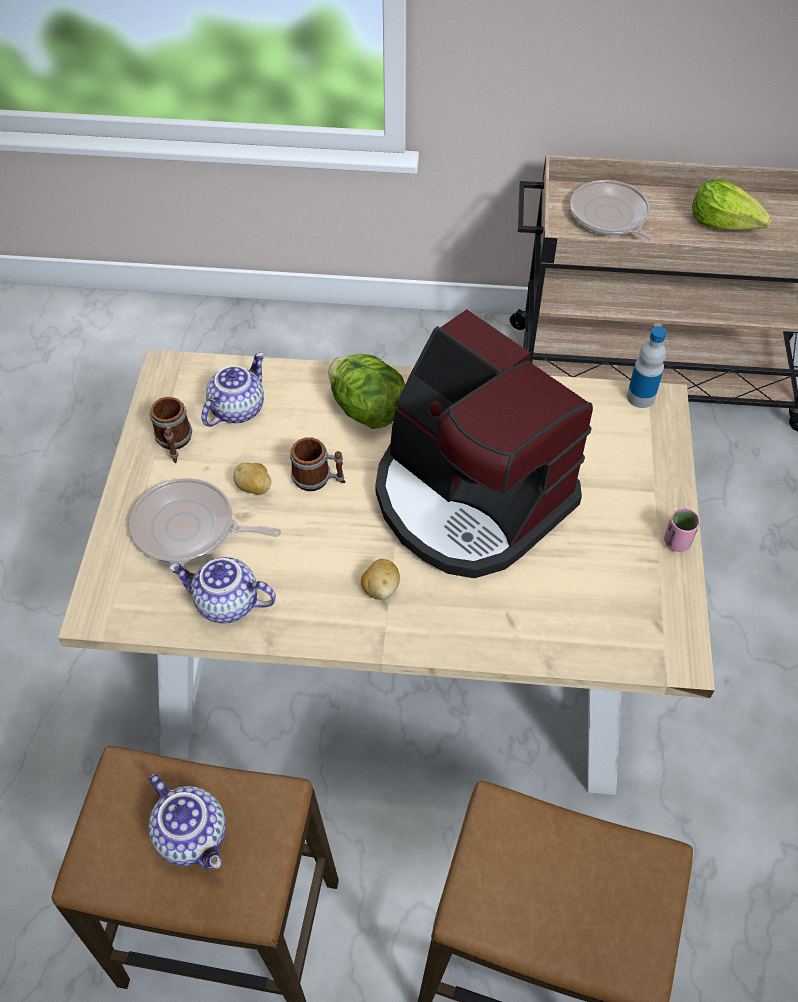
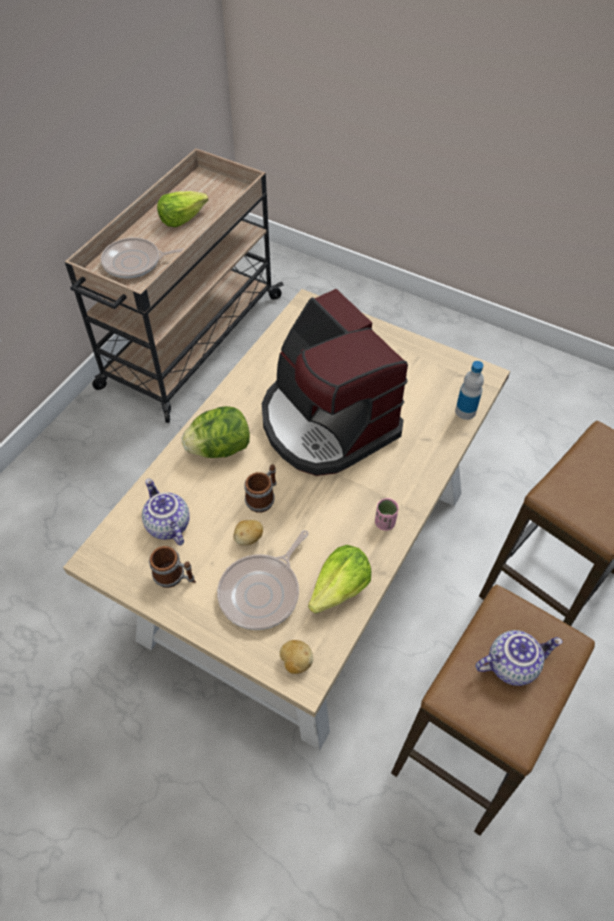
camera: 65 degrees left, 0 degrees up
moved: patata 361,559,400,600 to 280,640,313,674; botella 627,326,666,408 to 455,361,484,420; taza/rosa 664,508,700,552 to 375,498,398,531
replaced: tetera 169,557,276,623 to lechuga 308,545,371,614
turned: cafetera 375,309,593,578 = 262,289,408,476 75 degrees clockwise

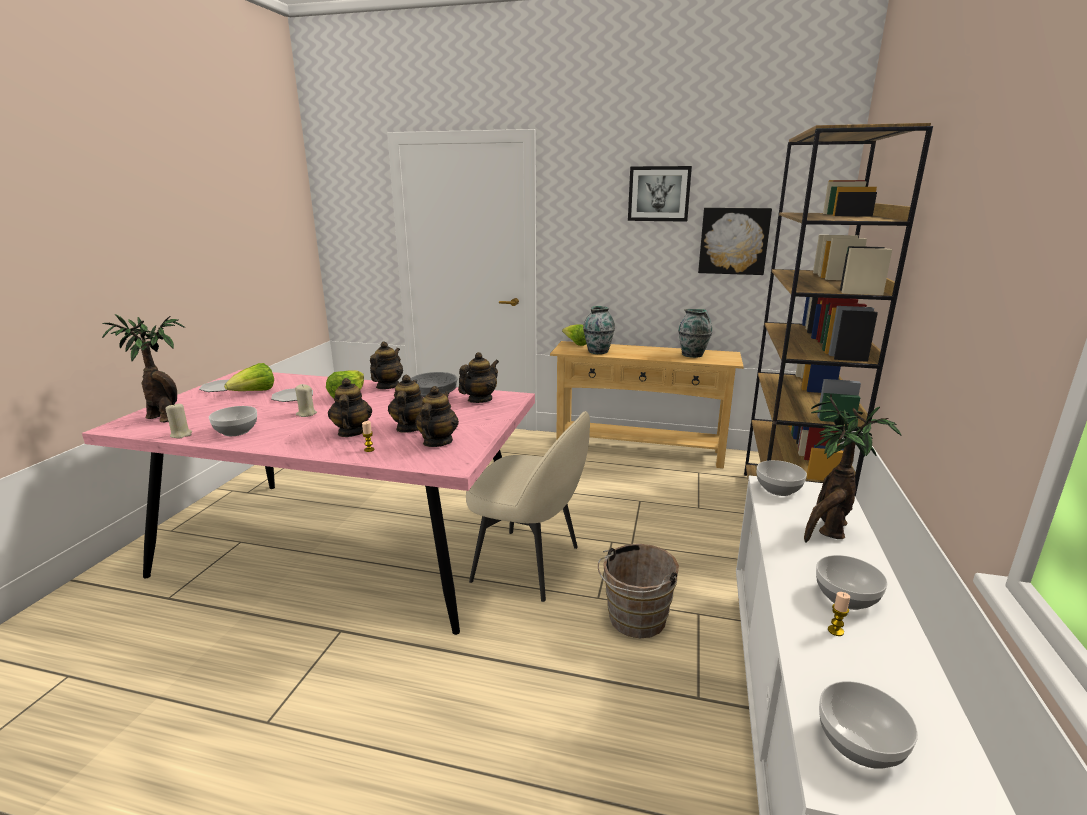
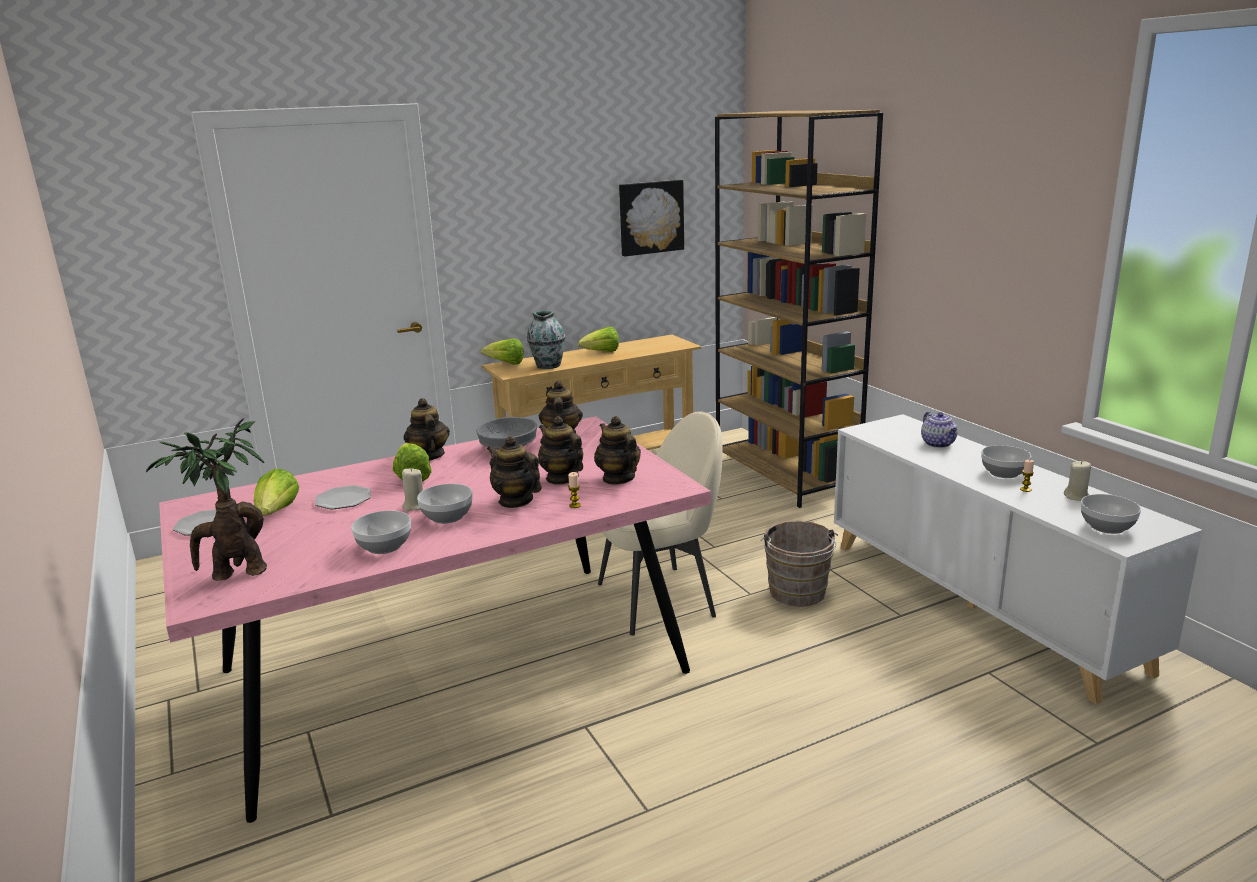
camera: 40 degrees left, 0 degrees up
removed: cuadro 628,166,692,222; florero 678,309,712,358
added: lechuga 578,327,619,352
moved: vela/beis 166,404,192,438 to 1064,461,1091,501; cuenco 757,460,807,496 to 417,484,472,524
replaced: planta en maceta 804,394,902,543 to tetera 921,412,957,448

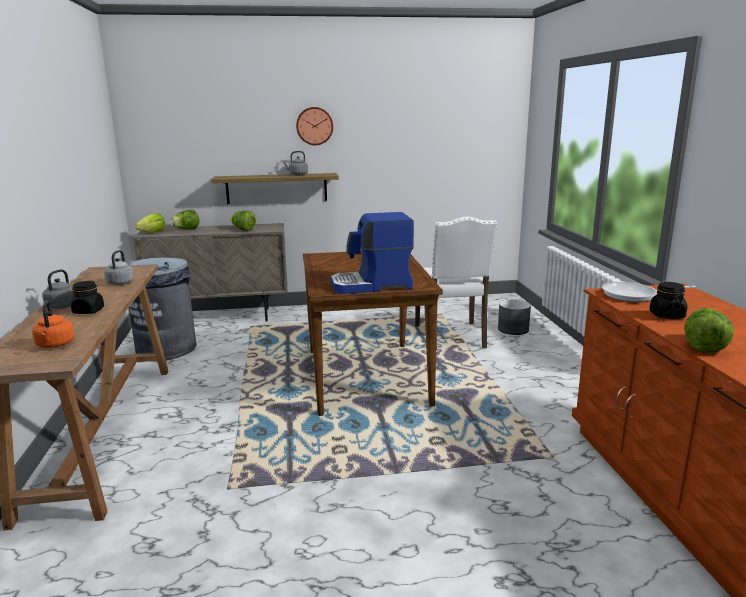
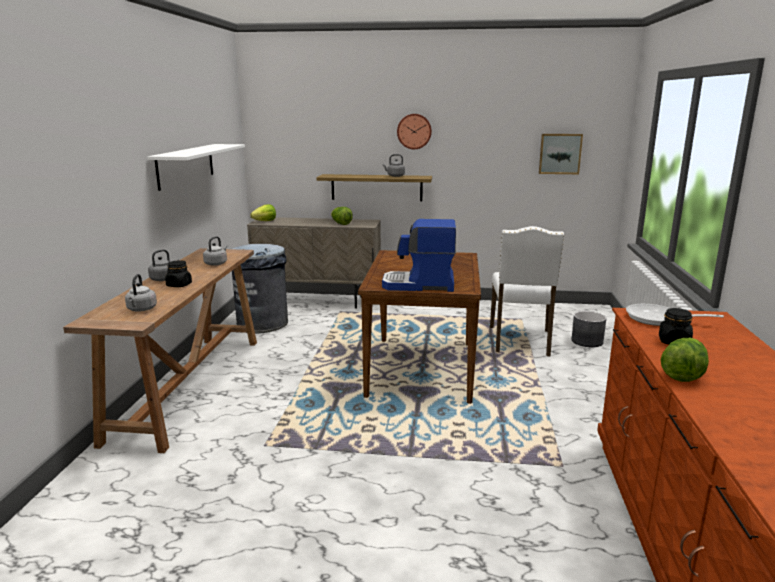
camera: 15 degrees right, 0 degrees up
removed: lechuga 170,210,200,229
added: estante/blanco 148,144,245,191; cuadro 539,134,583,174
recoloured: hervidor/naranja 32,300,75,348 to hervidor/gris 125,274,157,311

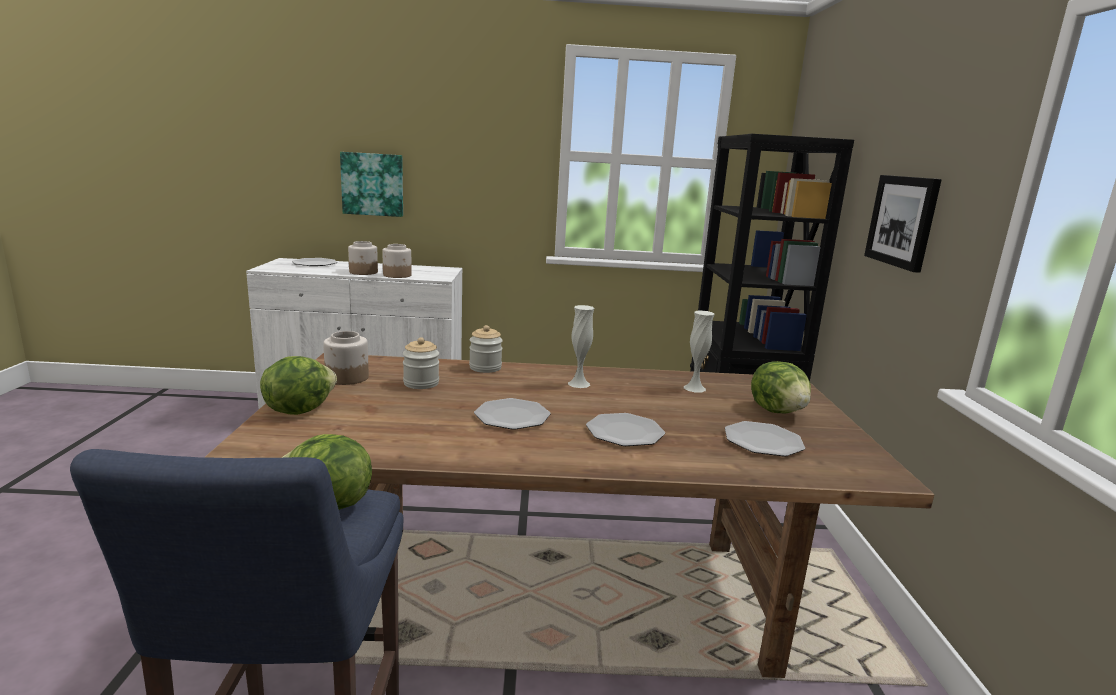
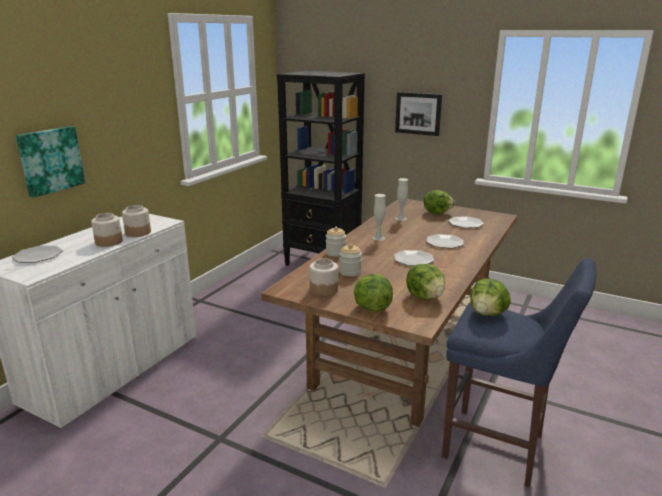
camera: 60 degrees left, 5 degrees up
added: lechuga 406,264,445,300

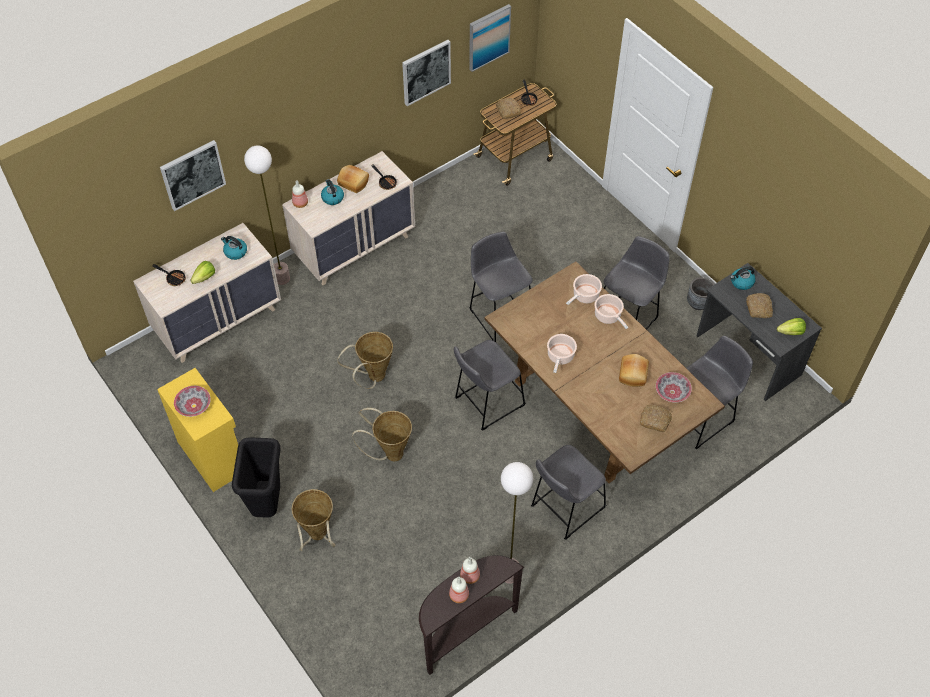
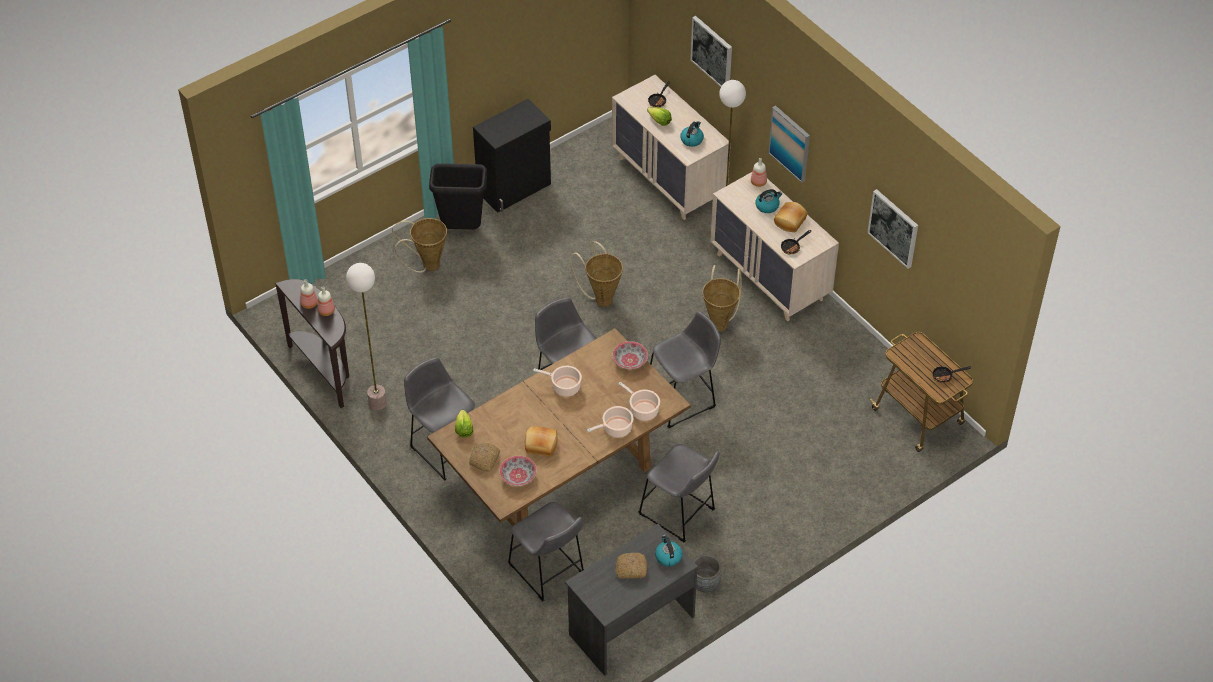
camera: 90 degrees right, 5 degrees down
removed: pan 496,98,521,119
moved: cuenco 174,386,211,417 to 612,341,648,369; cesta 352,408,412,461 to 702,265,742,332; cuadro 470,4,511,72 to 768,105,810,183; lechuga 777,318,806,335 to 455,410,473,438
recoloured: armario/amarillo 157,368,238,492 to armario/negro 473,99,551,213

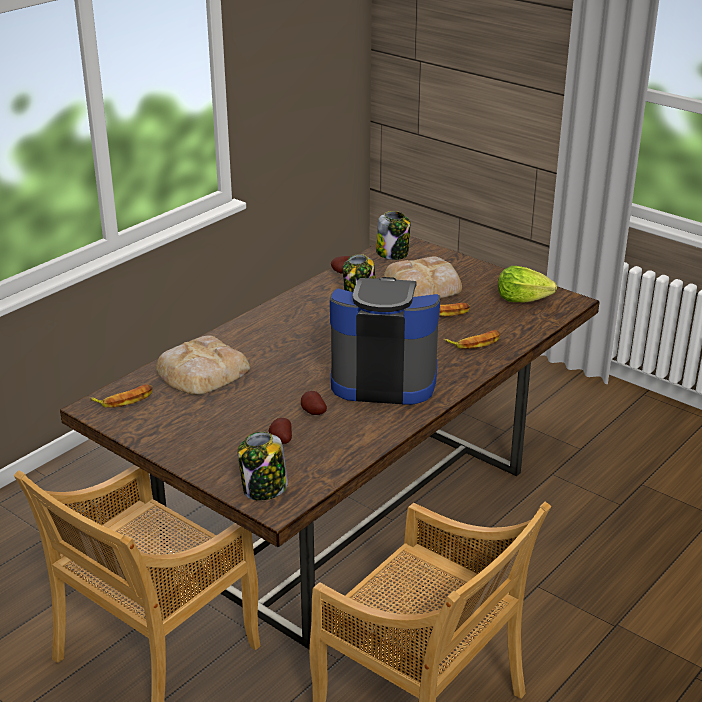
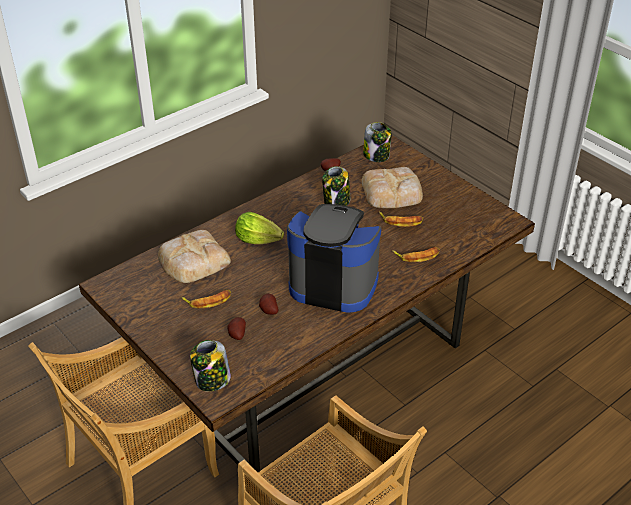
camera: 10 degrees right, 10 degrees up
moved: plátano 89,384,153,408 to 181,290,231,309; lechuga 498,266,557,303 to 235,212,284,244

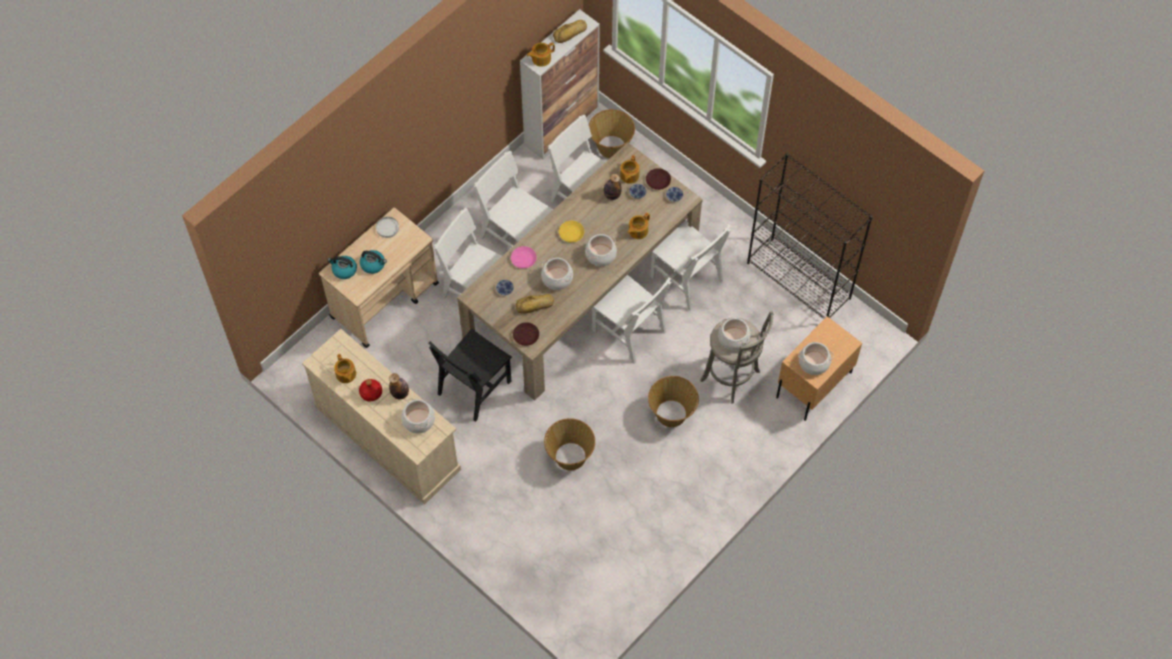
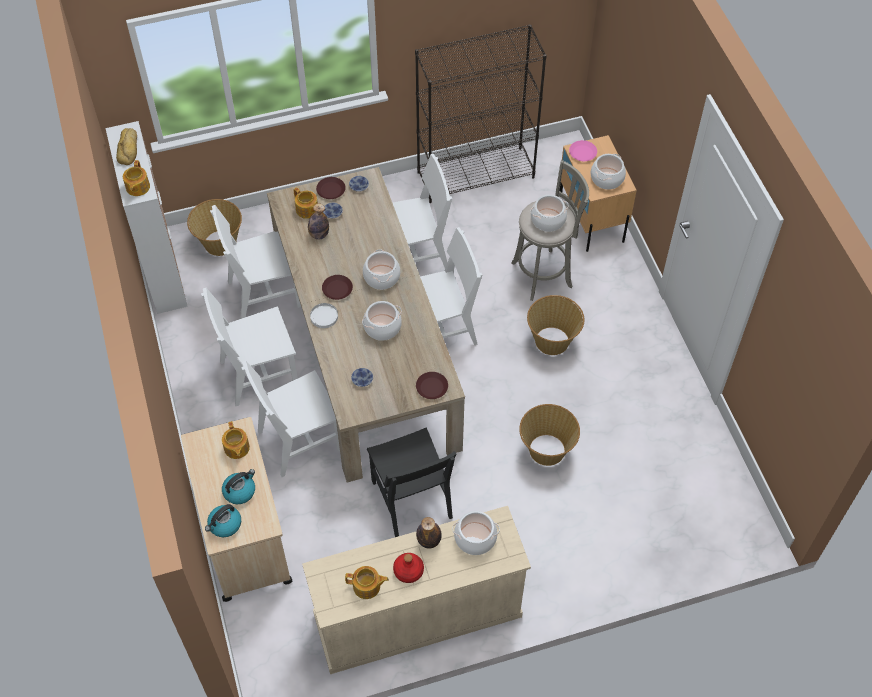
camera: 60 degrees left, 5 degrees down
removed: pan 516,294,554,314
moved: plato/blanco 376,217,399,238 to 310,303,338,328; plato/rosa 511,246,537,269 to 569,140,597,161; tetera 628,213,650,239 to 222,421,250,459
recoloured: plato/amarillo 559,221,584,243 to plato/marrón 322,275,353,300

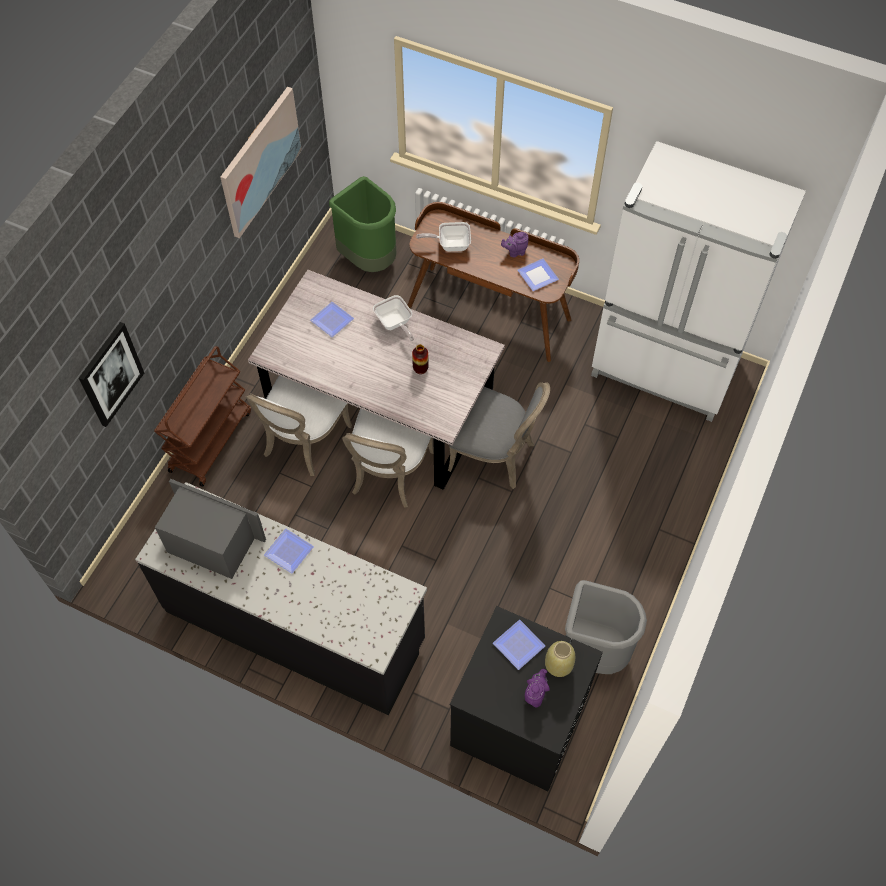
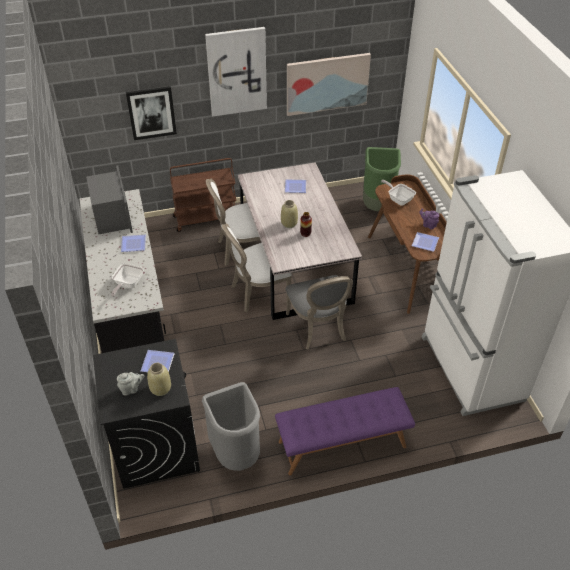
camera: 50 degrees right, 15 degrees down
added: cuadro 205,27,267,116; banco/morado 275,387,415,475; florero/beis 281,200,298,228
moved: sartén 373,295,414,341 to 111,263,143,297
recoloured: tetera/morado 525,669,550,708 to tetera/gris 117,372,144,396

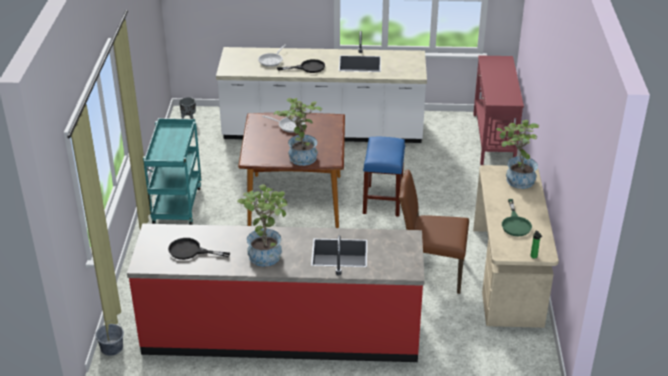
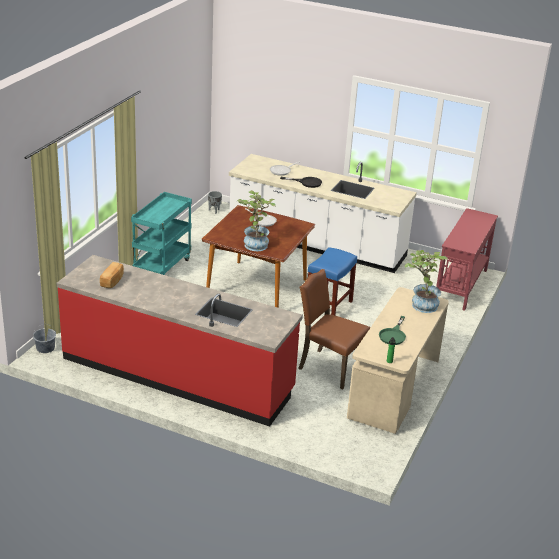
camera: 20 degrees right, 5 degrees down
removed: planta en maceta 237,184,288,266
replaced: sartén/negro 168,238,230,260 to pan 100,262,124,288

